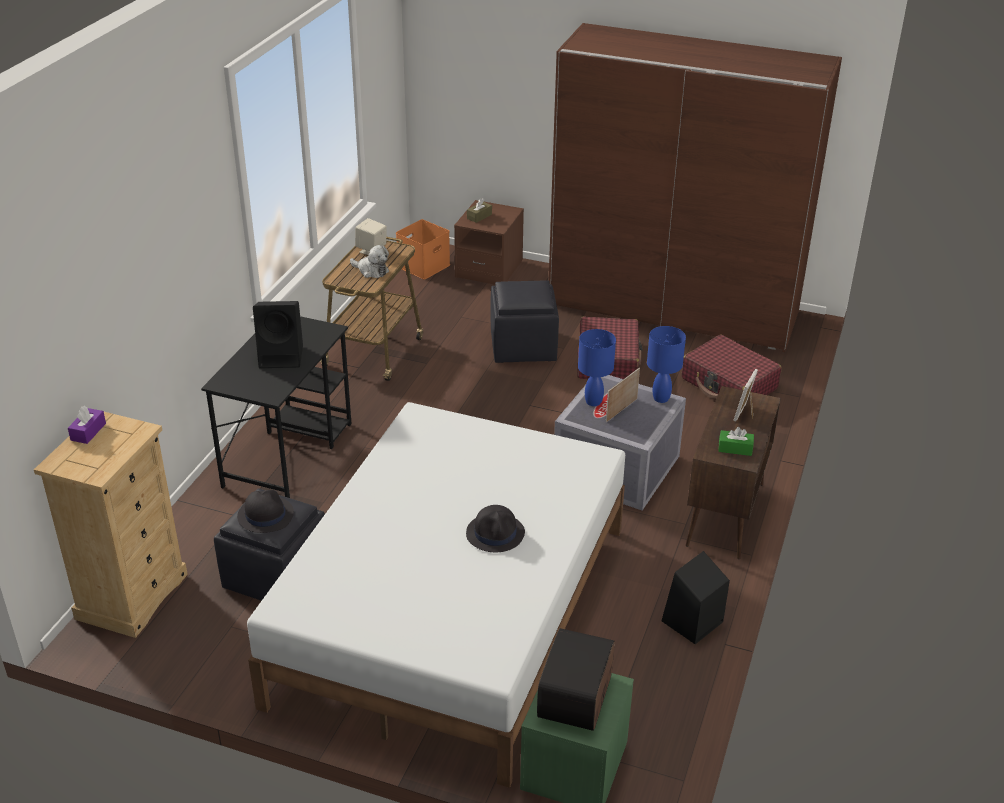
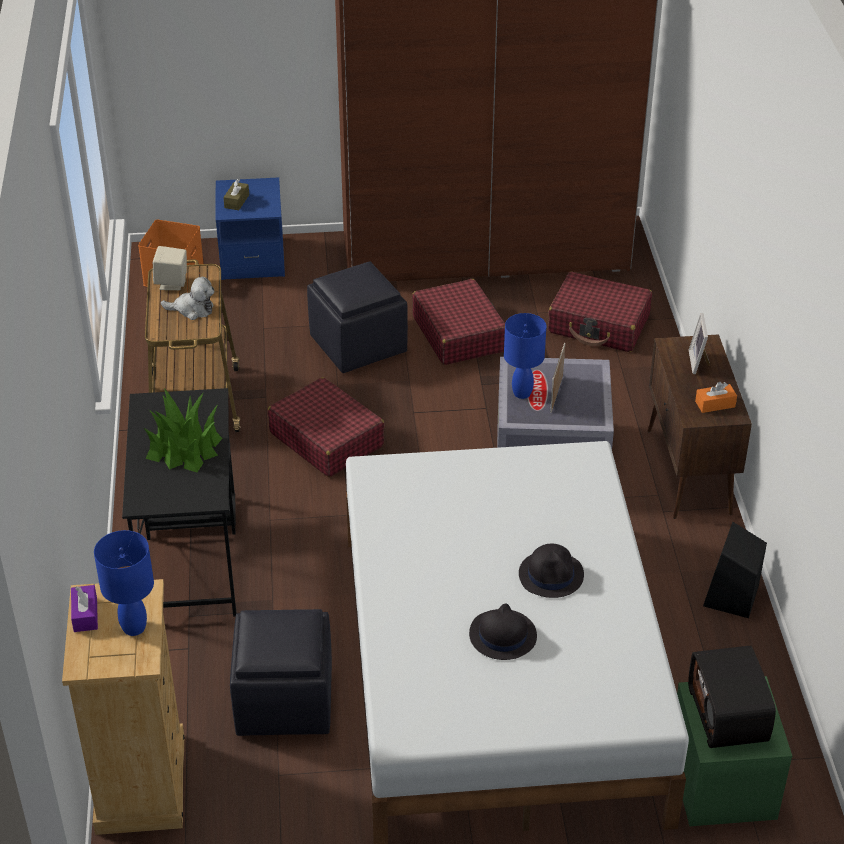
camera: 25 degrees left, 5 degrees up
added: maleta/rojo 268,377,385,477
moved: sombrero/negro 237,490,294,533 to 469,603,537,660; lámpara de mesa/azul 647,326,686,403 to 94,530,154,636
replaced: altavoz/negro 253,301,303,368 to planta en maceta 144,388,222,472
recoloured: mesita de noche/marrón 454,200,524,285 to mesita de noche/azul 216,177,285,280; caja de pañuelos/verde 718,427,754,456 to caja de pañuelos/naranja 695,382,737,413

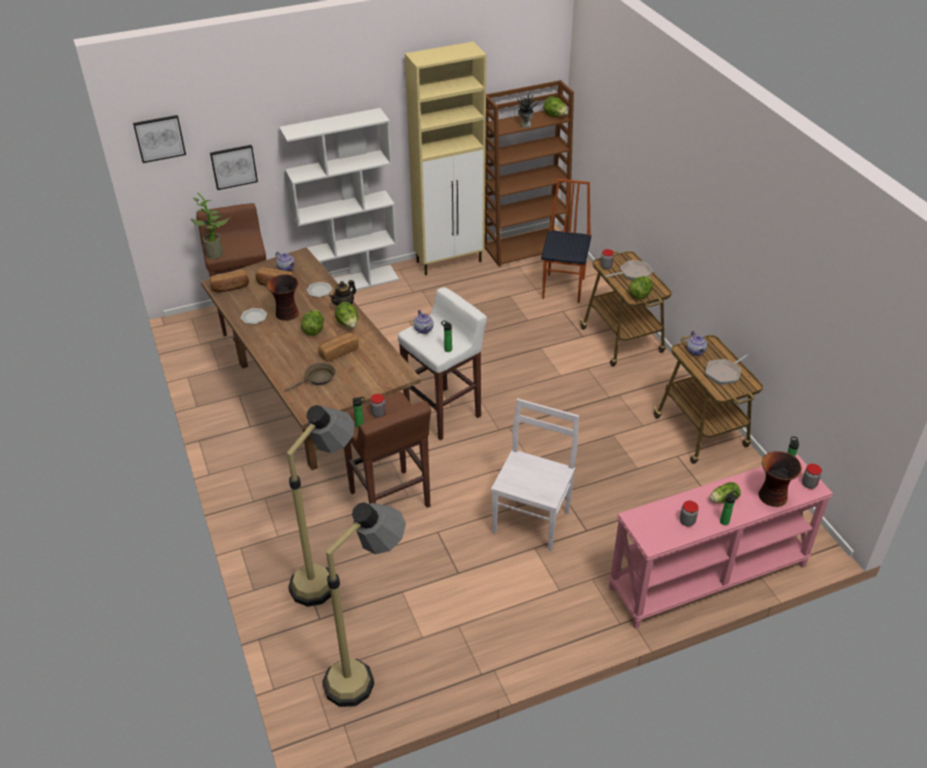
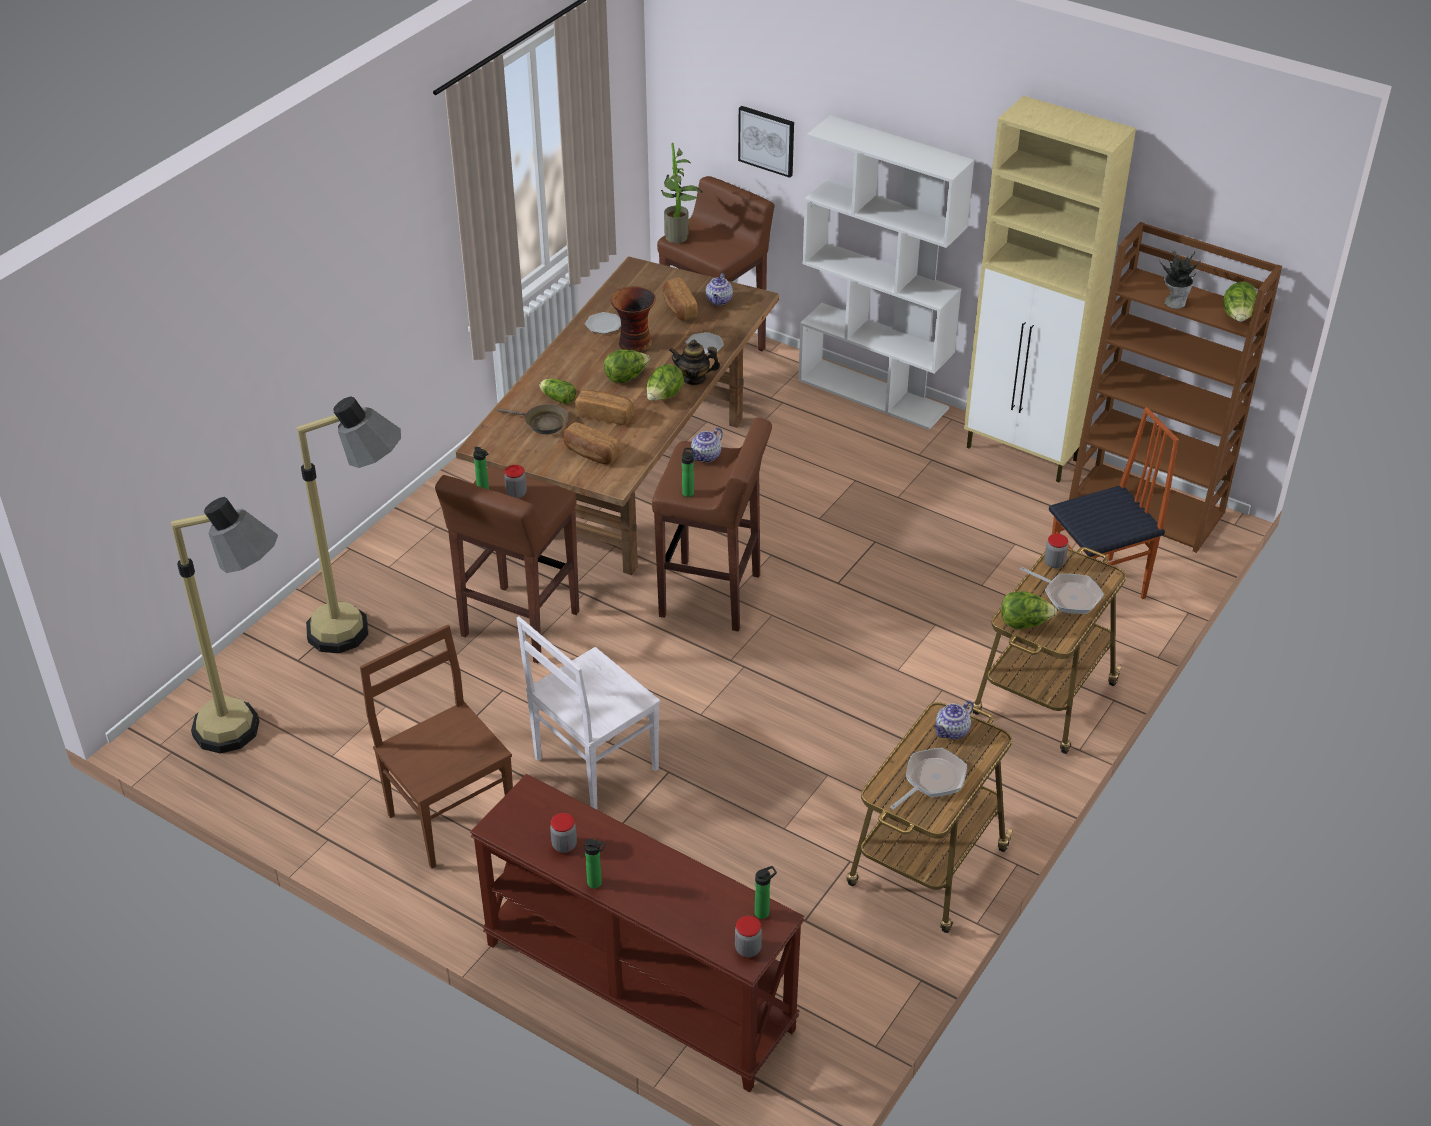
camera: 55 degrees right, 0 degrees up
removed: cuadro 133,115,186,163; florero 758,451,802,507
added: silla/marrón 360,624,513,869
moved: pan 210,270,249,293 to 563,422,620,465; lechuga 709,482,741,503 to 539,379,576,404
recoloured: taburete/blanco 398,287,487,440 to taburete/marrón 652,417,772,632; mesa consola/rosa 609,455,833,629 to mesa consola/marrón 470,774,804,1092
turned: silla/blanco 491,399,579,551 = 516,616,660,810 150 degrees clockwise; sartén 706,354,749,385 = 890,748,967,810 120 degrees clockwise

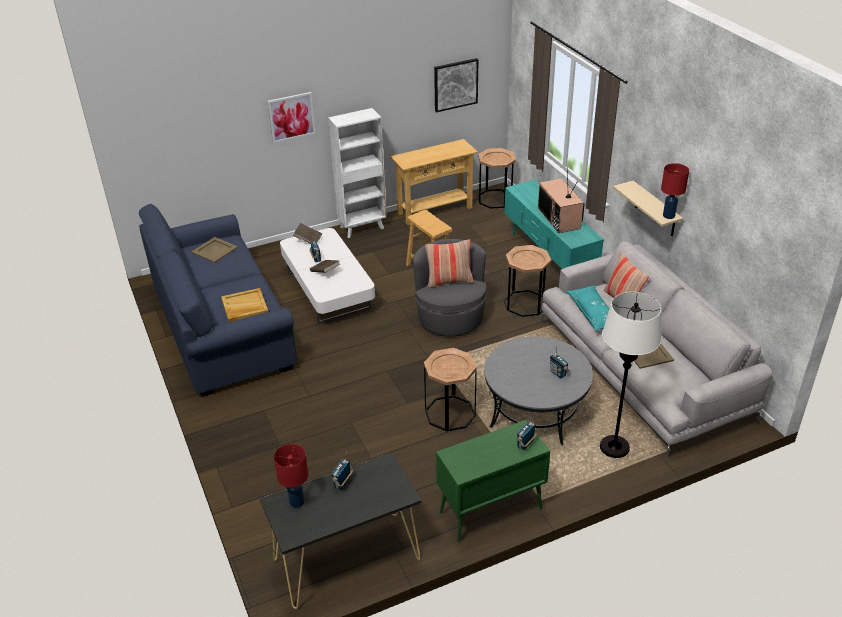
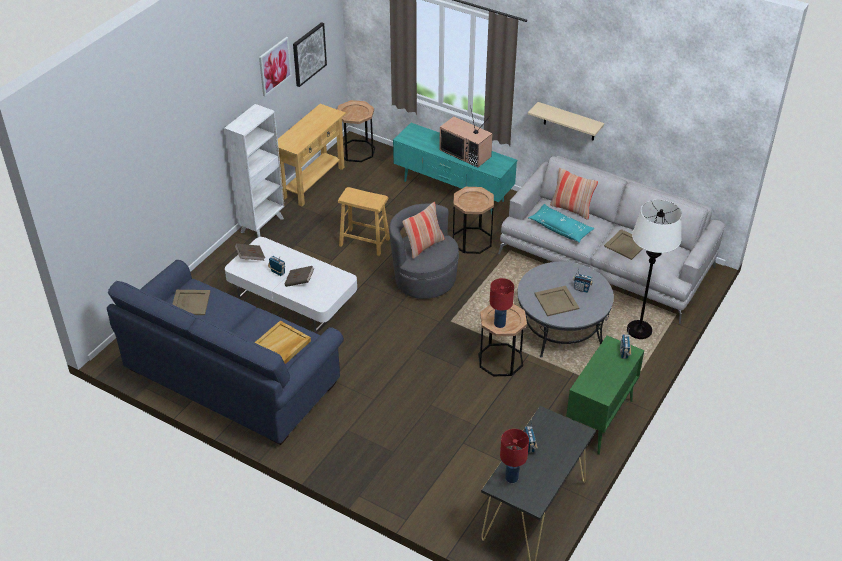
camera: 35 degrees left, 5 degrees up
added: bandeja/beis 534,286,579,316
moved: cuadro 267,92,316,143 to 259,37,292,97; lámpara de mesa/rojo 661,163,689,219 to 490,278,514,328

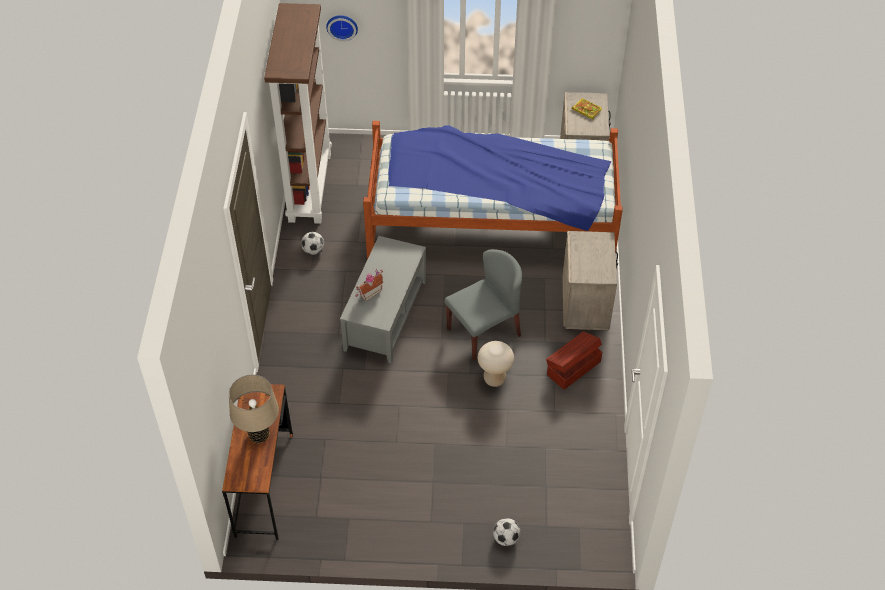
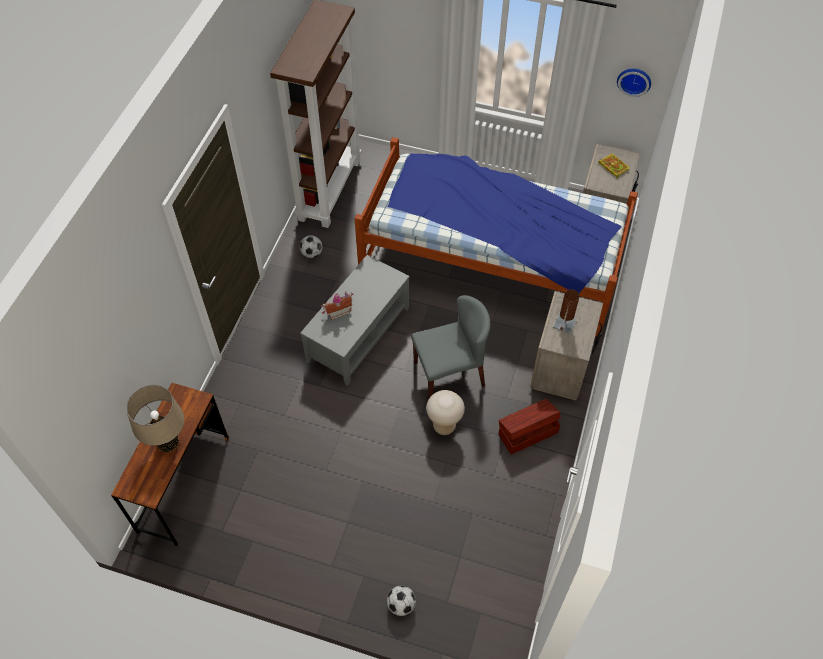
camera: 15 degrees right, 5 degrees up
added: lámpara de mesa/marrón 553,289,580,334
moved: reloj de pared 326,15,358,41 to 617,69,651,97

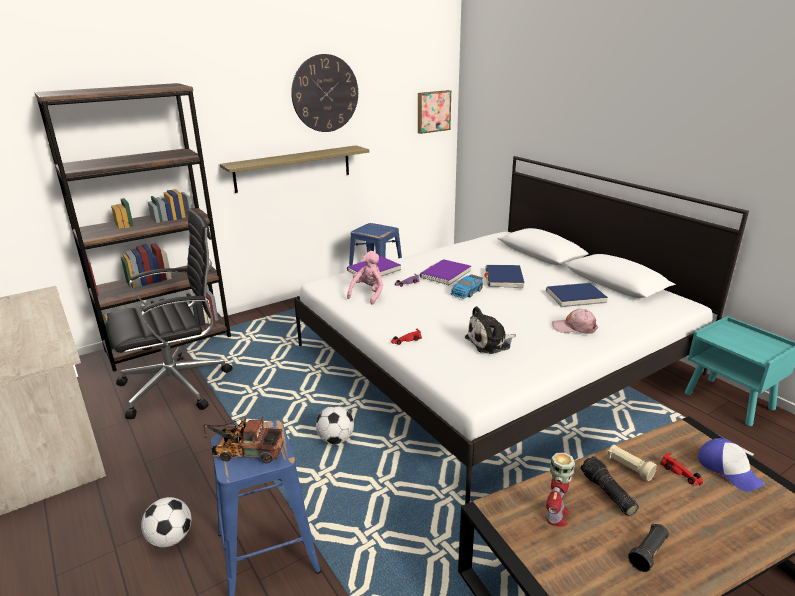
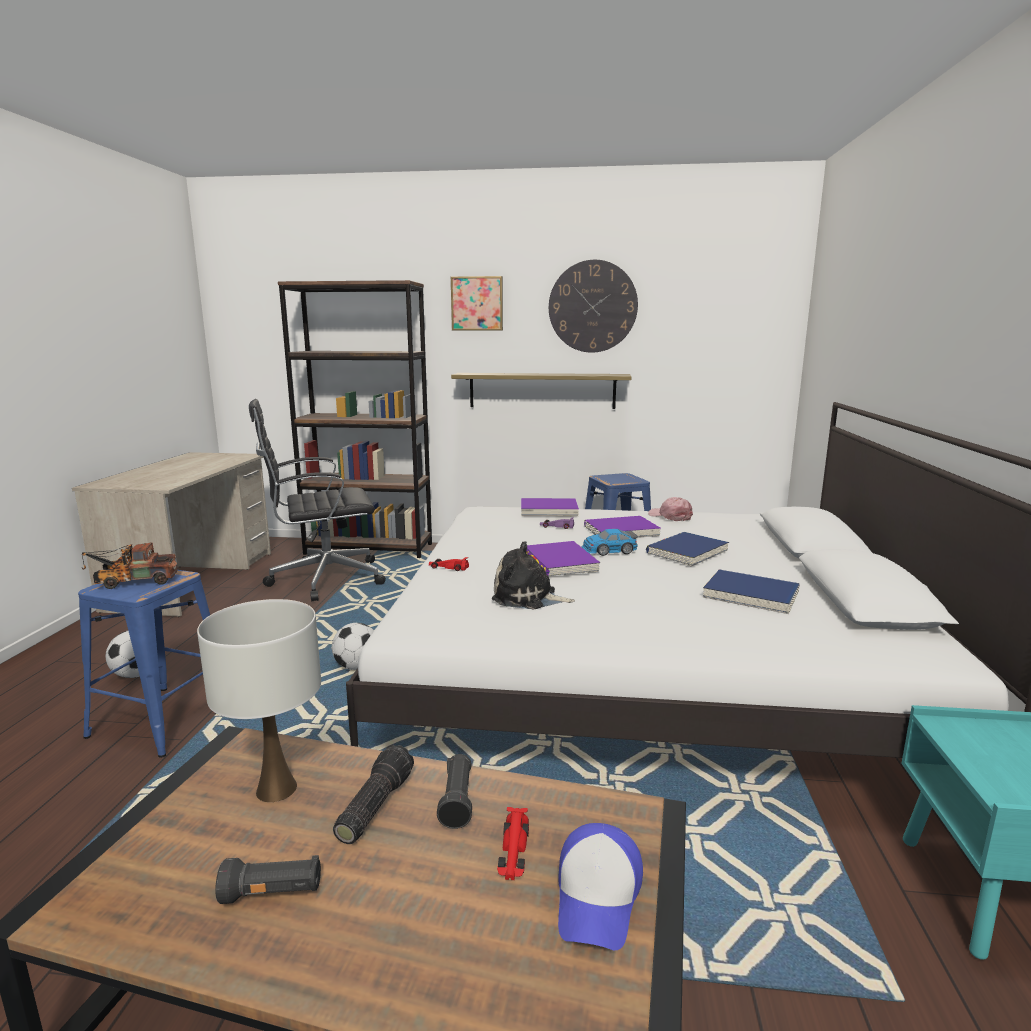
camera: 40 degrees right, 10 degrees down
removed: peluche/rosa 347,251,383,305
added: libro/morado 526,541,600,576
moved: cuadro 418,90,451,134 to 451,276,503,330; gorra/rosa 552,309,598,334 to 648,497,693,521
replaced: robot de juguete 546,452,575,527 to lámpara de mesa/blanco 197,599,321,802
recoloured: linterna/beis 607,445,657,481 to linterna/negro 437,754,472,829
turned: silla de oficina/negro 107,208,233,419 = 249,399,386,601 150 degrees clockwise; camión de juguete 204,417,283,464 = 82,543,178,589 60 degrees counterclockwise

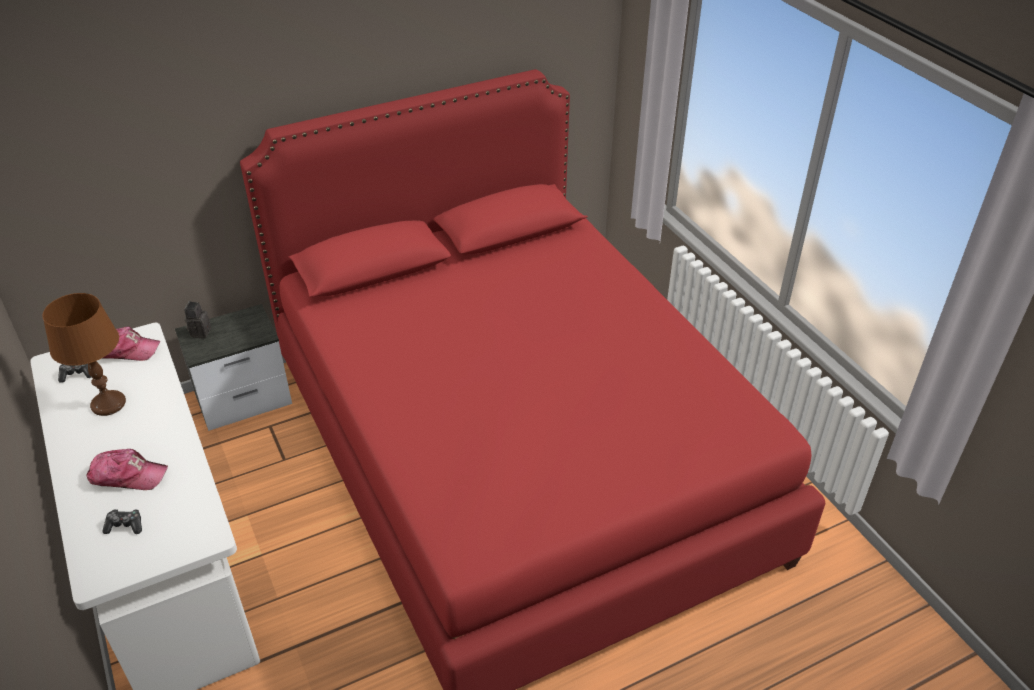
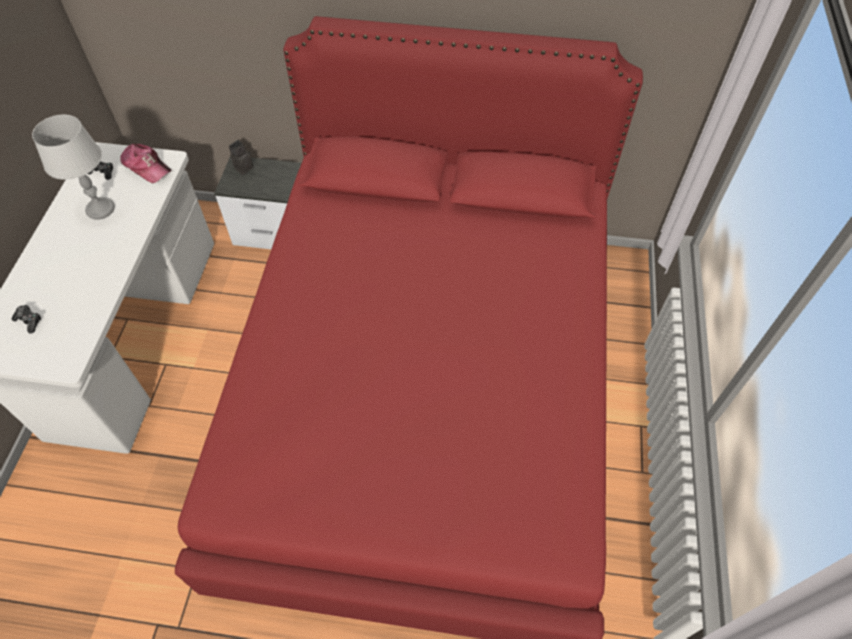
camera: 35 degrees right, 15 degrees up
removed: gorra 87,449,168,490
recoloured: lámpara de mesa/marrón 42,293,126,416 to lámpara de mesa/gris 32,115,115,220

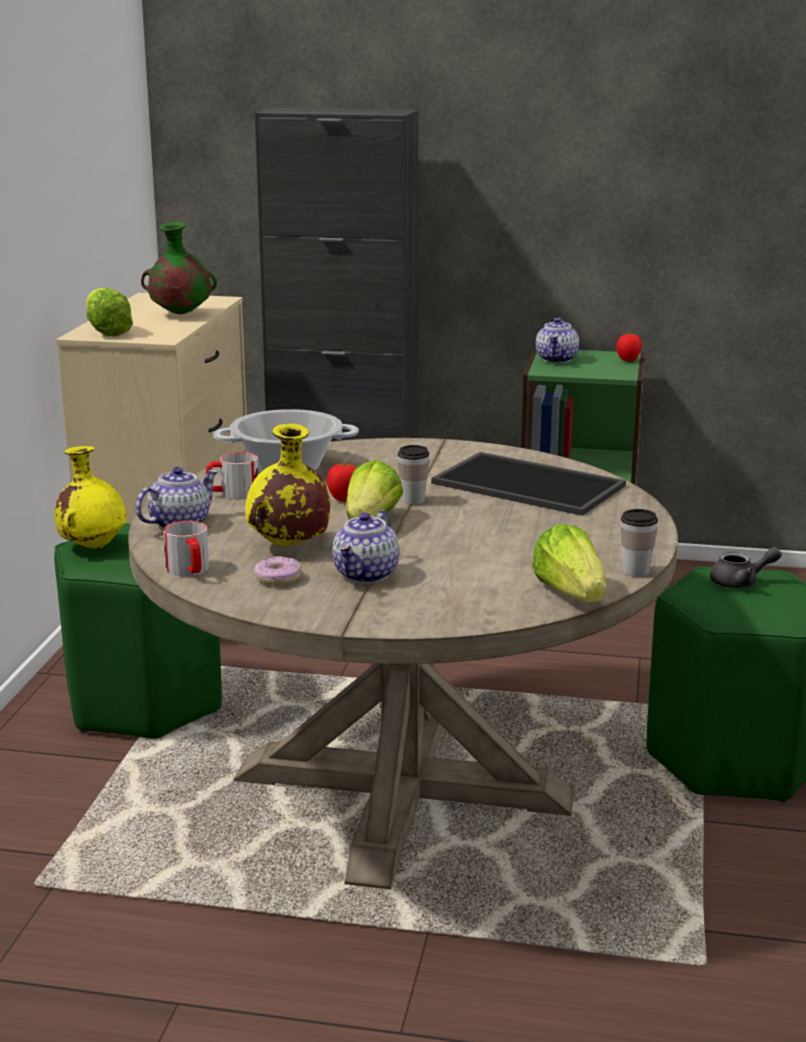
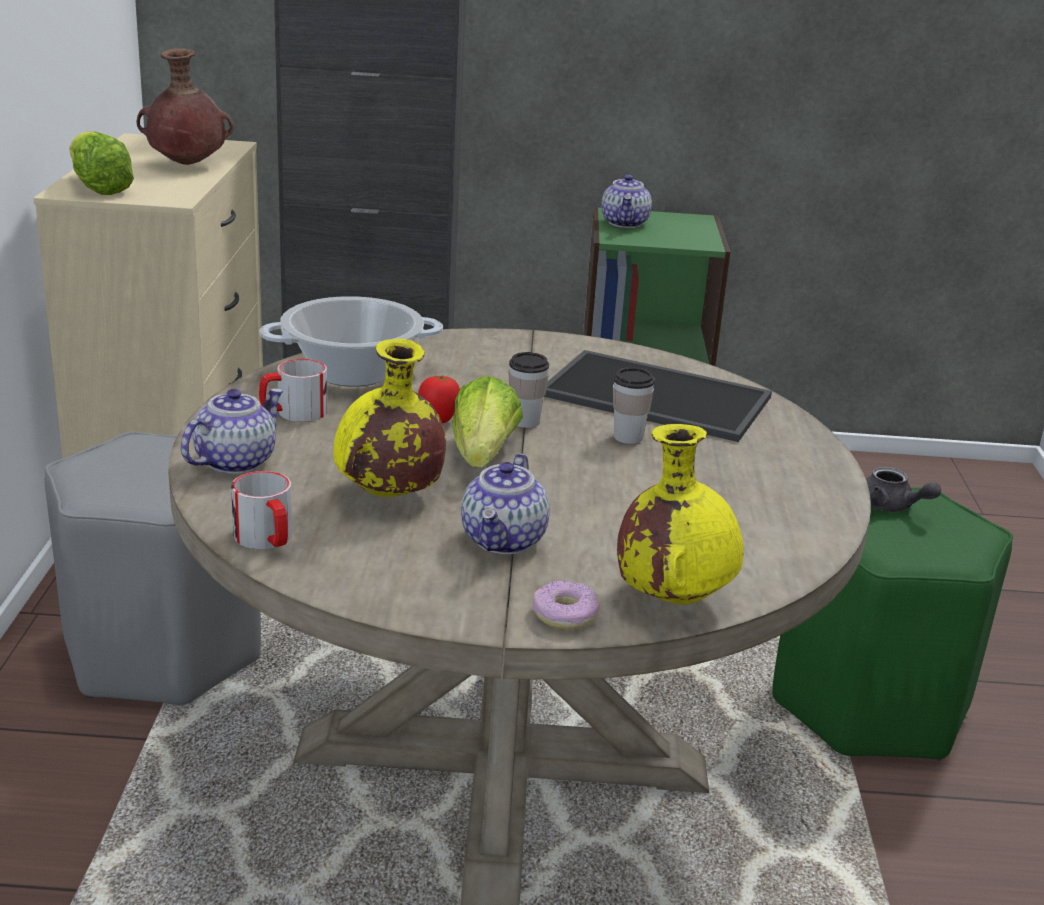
camera: 10 degrees left, 5 degrees up
removed: lechuga 532,524,606,602; tomate 617,333,642,362
moved: florero/amarillo 54,446,127,549 to 617,424,744,605; rosquilla 254,556,302,586 to 532,580,600,630; taza 621,509,658,577 to 613,367,655,444
recoloured: taburete/verde 54,523,222,739 to taburete/gris 45,431,261,705; florero/verde 141,222,217,314 to florero/marrón 136,48,234,165
turned: tetera/gris 710,547,782,588 = 866,467,941,512 60 degrees clockwise

